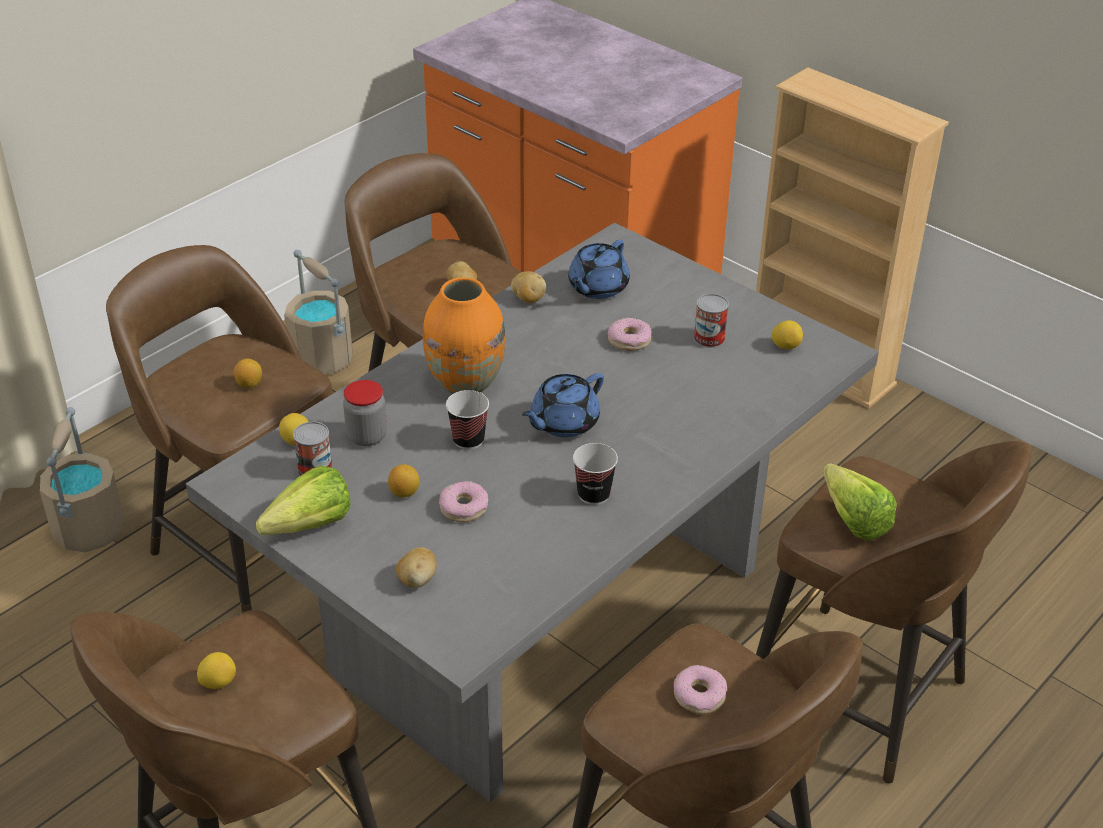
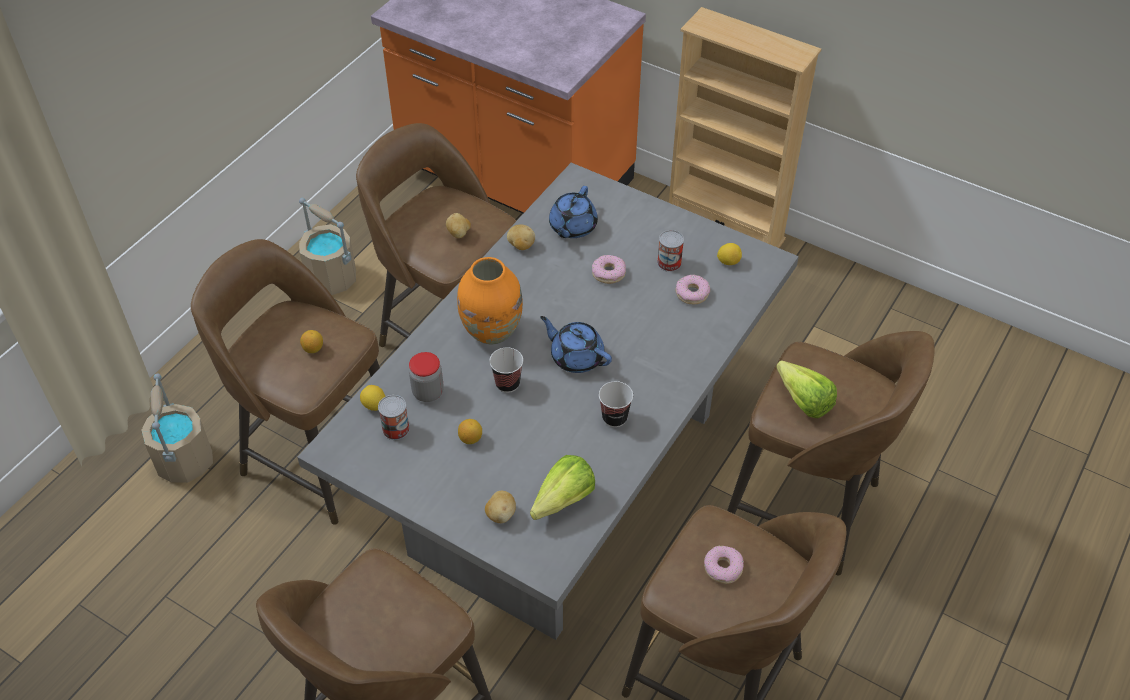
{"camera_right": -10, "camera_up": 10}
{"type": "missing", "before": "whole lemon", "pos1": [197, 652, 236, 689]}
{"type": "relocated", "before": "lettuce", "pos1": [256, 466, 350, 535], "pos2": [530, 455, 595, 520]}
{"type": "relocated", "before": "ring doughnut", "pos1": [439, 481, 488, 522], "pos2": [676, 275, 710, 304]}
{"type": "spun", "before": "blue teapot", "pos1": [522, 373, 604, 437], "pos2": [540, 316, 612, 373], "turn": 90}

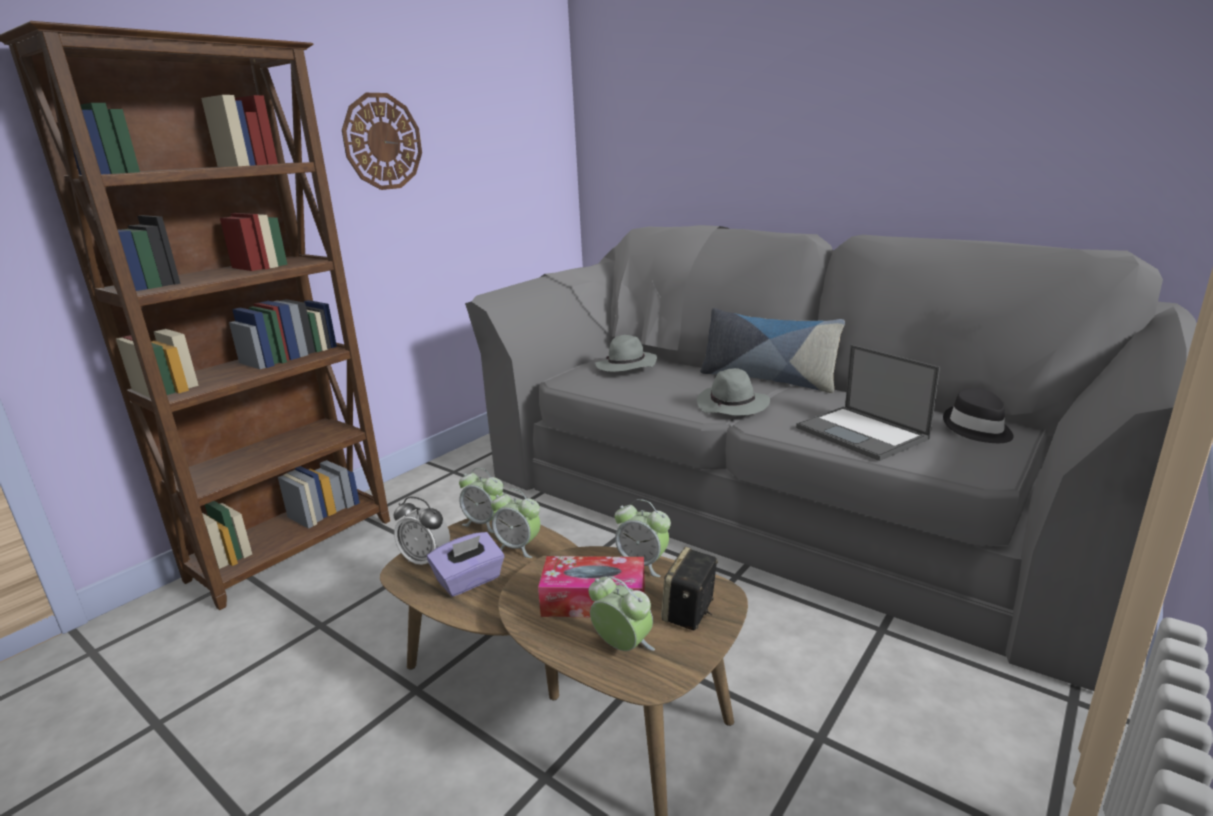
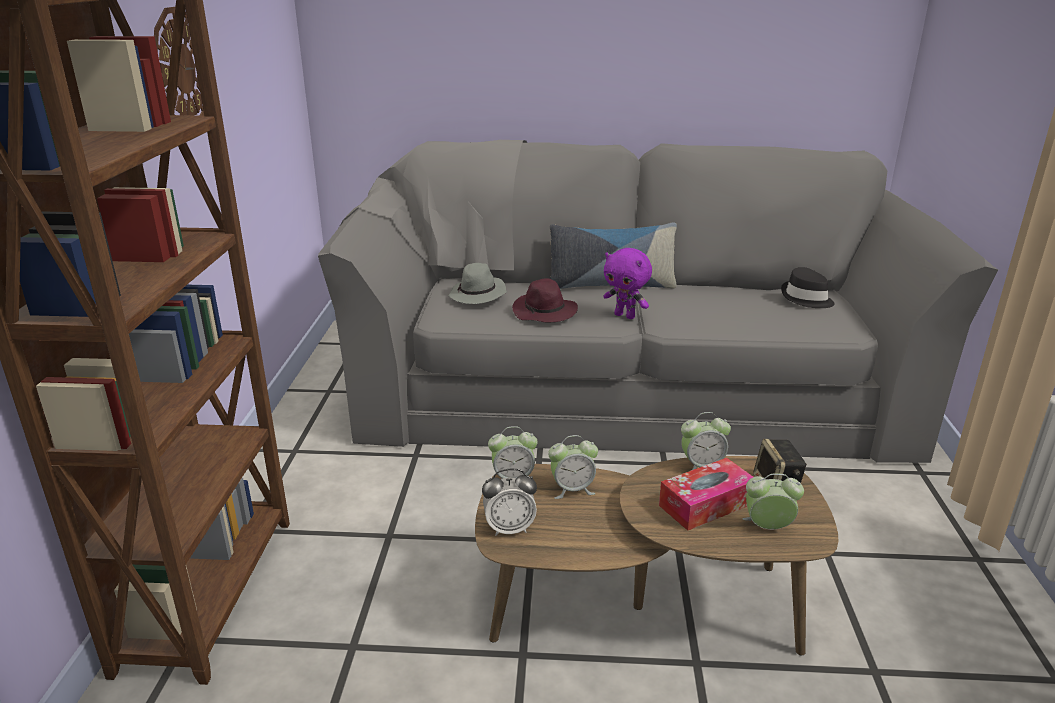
{"camera_right": -35, "camera_up": 5}
{"type": "missing", "before": "purplish box of tissues", "pos1": [427, 532, 504, 597]}
{"type": "missing", "before": "notebook computer", "pos1": [796, 345, 940, 461]}
{"type": "appeared", "after": "purplish clothing hat", "pos2": [512, 278, 578, 322]}
{"type": "exchanged", "before": "greyish clothing hat", "after": "purplish plush toy", "pos1": [697, 368, 770, 416], "pos2": [603, 248, 652, 319]}

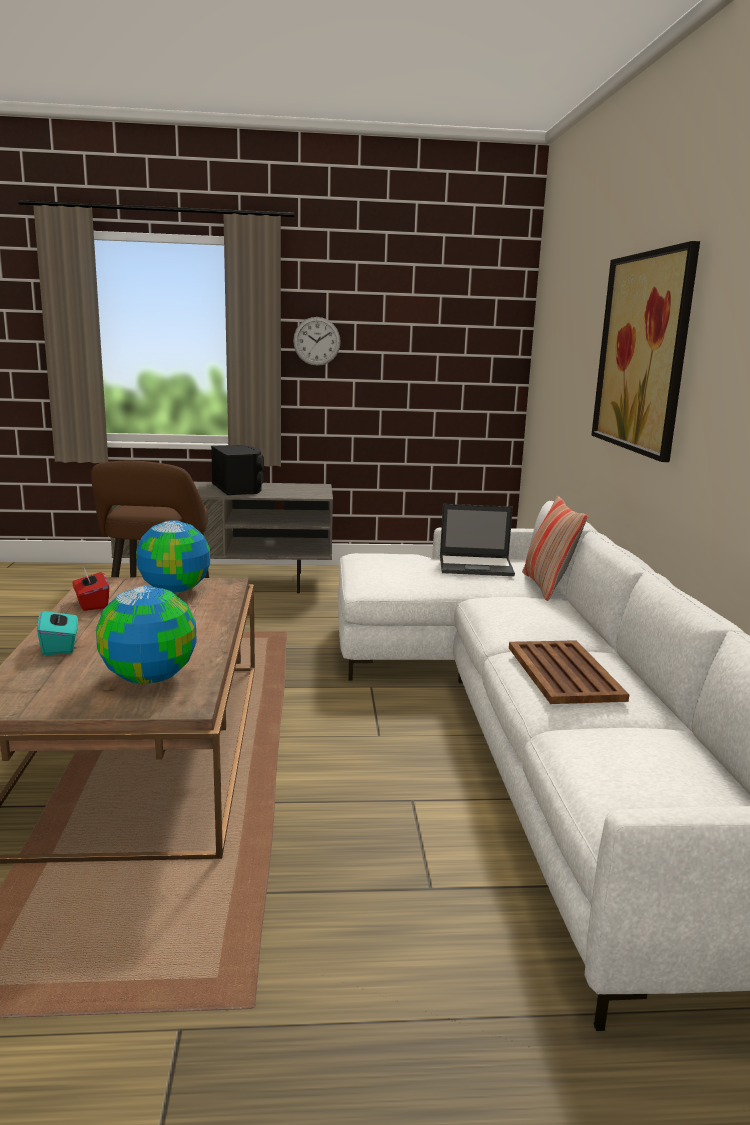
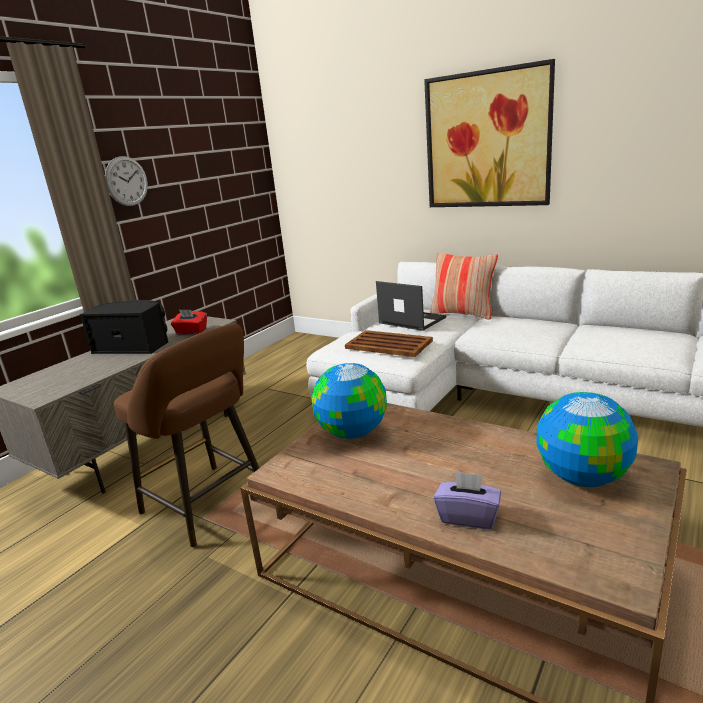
{"camera_right": -50, "camera_up": 5}
{"type": "relocated", "before": "red box of tissues", "pos1": [73, 566, 109, 611], "pos2": [171, 310, 207, 334]}
{"type": "relocated", "before": "brown-coloured carrying tray", "pos1": [509, 640, 630, 704], "pos2": [345, 330, 433, 357]}
{"type": "colour", "before": "turquoise-coloured box of tissues", "after": "purplish box of tissues", "pos1": [37, 604, 78, 655], "pos2": [434, 471, 501, 529]}
{"type": "spun", "before": "notebook computer", "pos1": [440, 504, 515, 576], "pos2": [376, 281, 446, 331], "turn": -90}

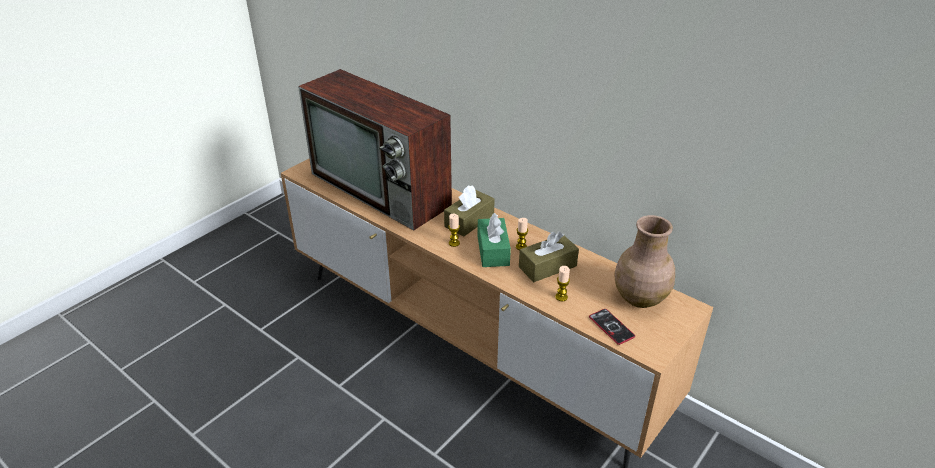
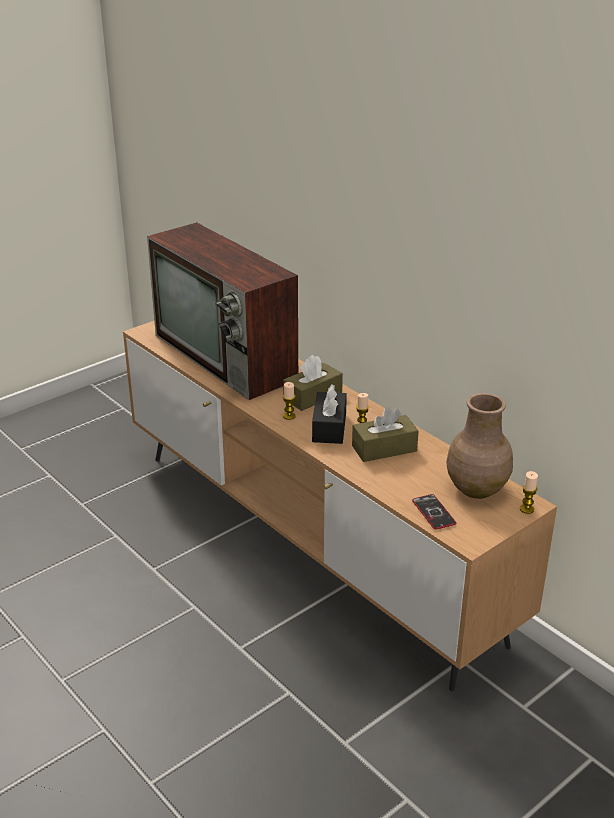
{"camera_right": 10, "camera_up": -5}
{"type": "relocated", "before": "candle", "pos1": [555, 266, 570, 301], "pos2": [520, 471, 538, 514]}
{"type": "colour", "before": "green box of tissues", "after": "black box of tissues", "pos1": [478, 213, 511, 267], "pos2": [312, 385, 347, 444]}

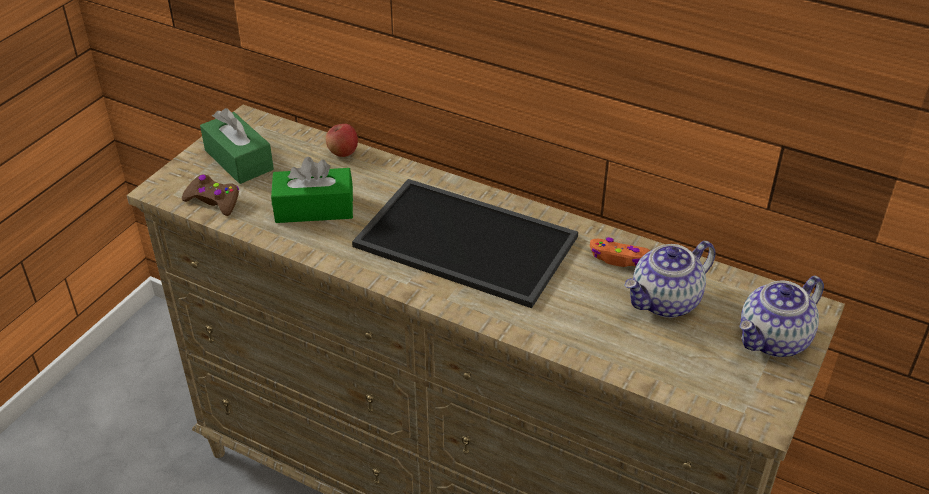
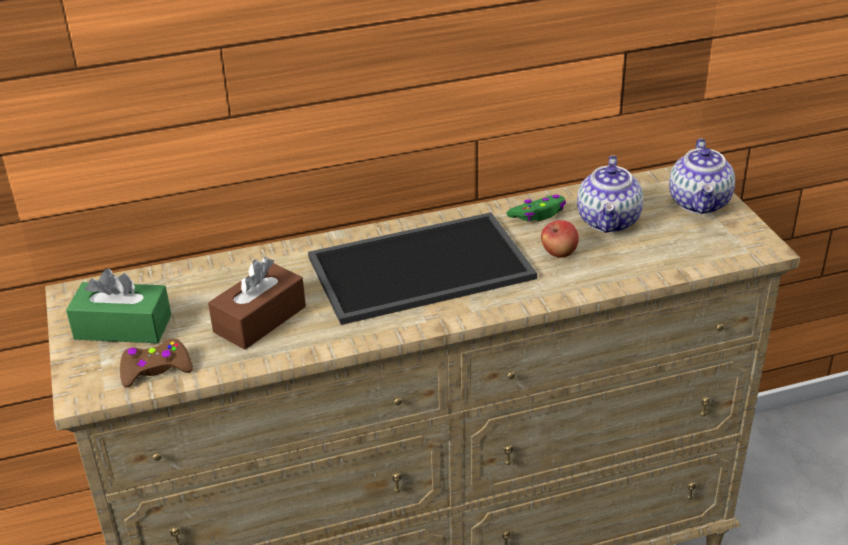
{"camera_right": -45, "camera_up": -5}
{"type": "relocated", "before": "apple fruit", "pos1": [326, 124, 358, 157], "pos2": [541, 220, 579, 258]}
{"type": "colour", "before": "green box of tissues", "after": "brown-coloured box of tissues", "pos1": [271, 157, 353, 223], "pos2": [208, 257, 306, 350]}
{"type": "colour", "before": "orangey gamepad", "after": "green gamepad", "pos1": [590, 237, 651, 267], "pos2": [506, 195, 566, 221]}

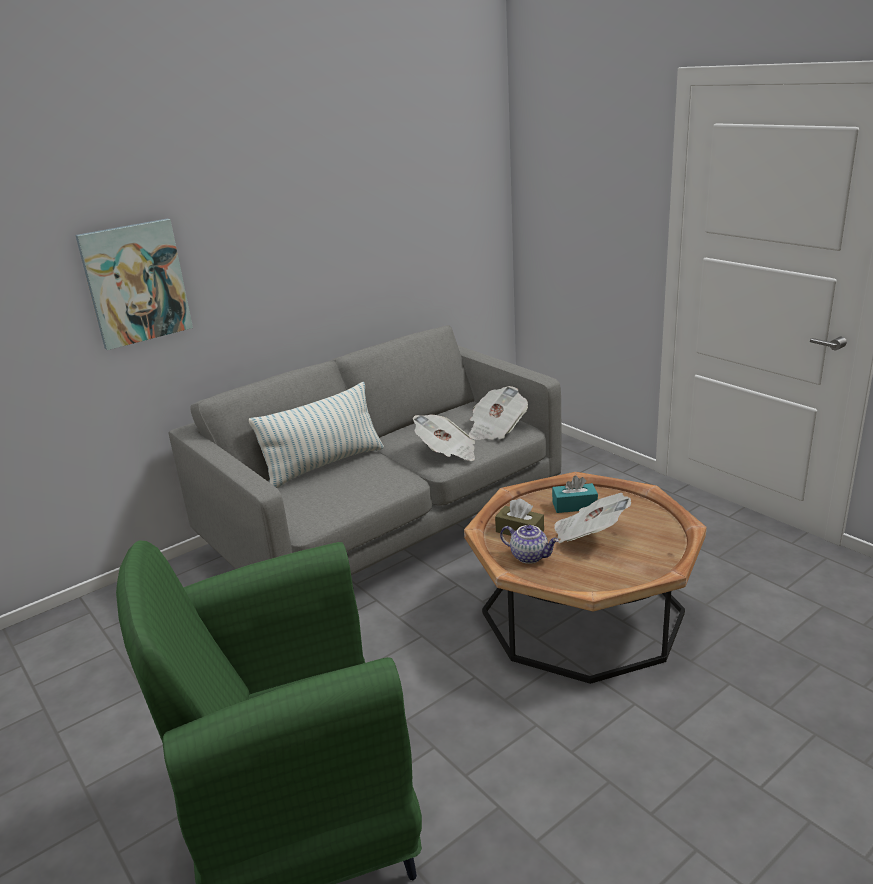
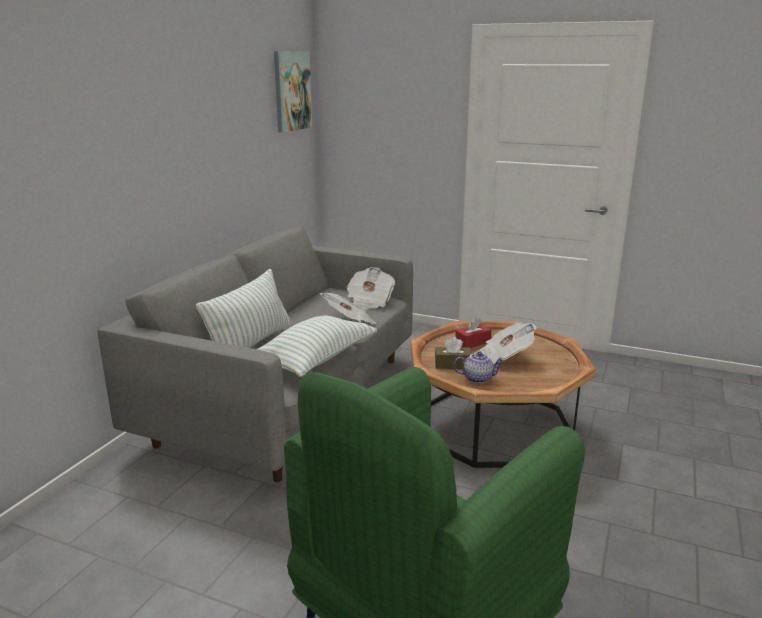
{"camera_right": -30, "camera_up": -5}
{"type": "appeared", "after": "cushion", "pos2": [257, 315, 377, 377]}
{"type": "relocated", "before": "wall picture", "pos1": [75, 218, 193, 350], "pos2": [274, 51, 312, 133]}
{"type": "colour", "before": "turquoise-coloured box of tissues", "after": "red box of tissues", "pos1": [552, 475, 598, 513], "pos2": [455, 318, 491, 348]}

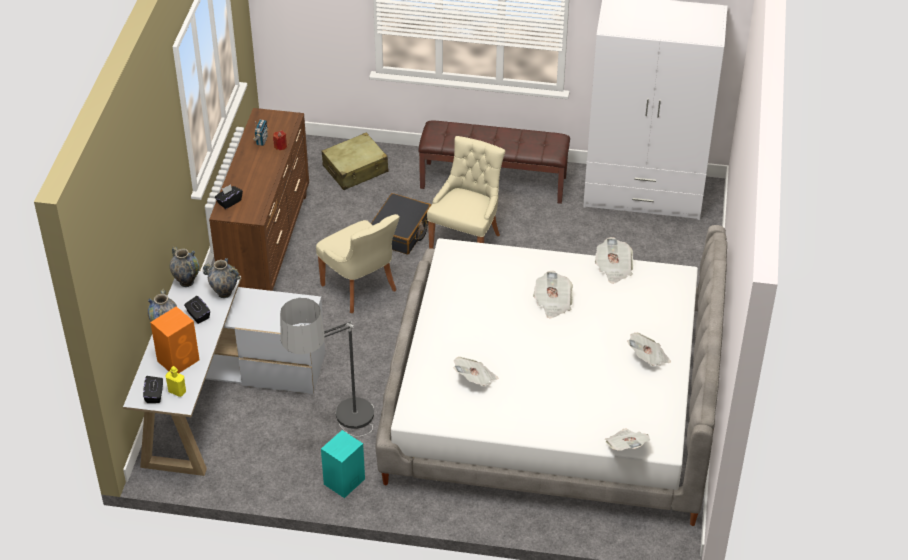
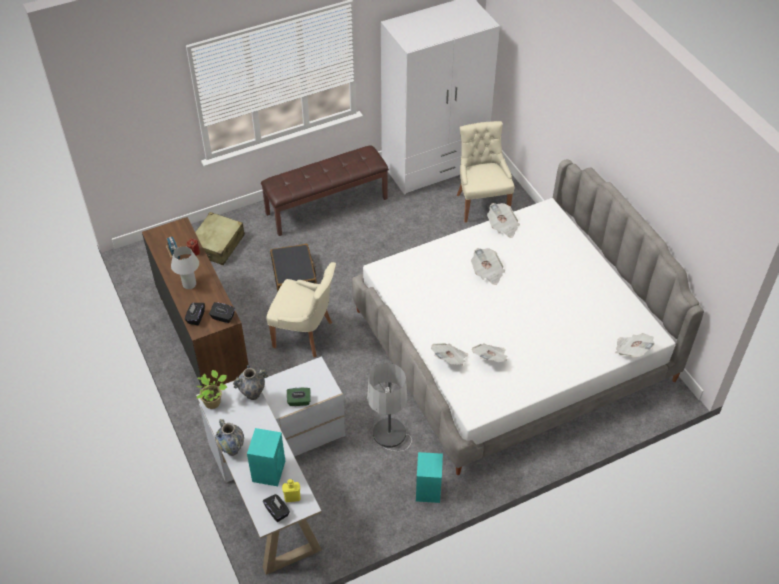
{"camera_right": -35, "camera_up": 5}
{"type": "appeared", "after": "white-coloured table lamp", "pos2": [171, 246, 199, 289]}
{"type": "appeared", "after": "green box of tissues", "pos2": [287, 387, 311, 406]}
{"type": "relocated", "before": "black box of tissues", "pos1": [184, 296, 210, 324], "pos2": [209, 302, 235, 323]}
{"type": "relocated", "before": "beige-coloured plain chair", "pos1": [427, 136, 505, 249], "pos2": [457, 121, 515, 223]}
{"type": "relocated", "before": "newspaper", "pos1": [627, 333, 671, 366], "pos2": [431, 343, 468, 365]}
{"type": "exchanged", "before": "vase", "after": "potted plant", "pos1": [170, 247, 199, 287], "pos2": [196, 370, 227, 409]}
{"type": "colour", "before": "orangey loudspeaker", "after": "turquoise-coloured loudspeaker", "pos1": [150, 307, 200, 373], "pos2": [247, 428, 285, 486]}

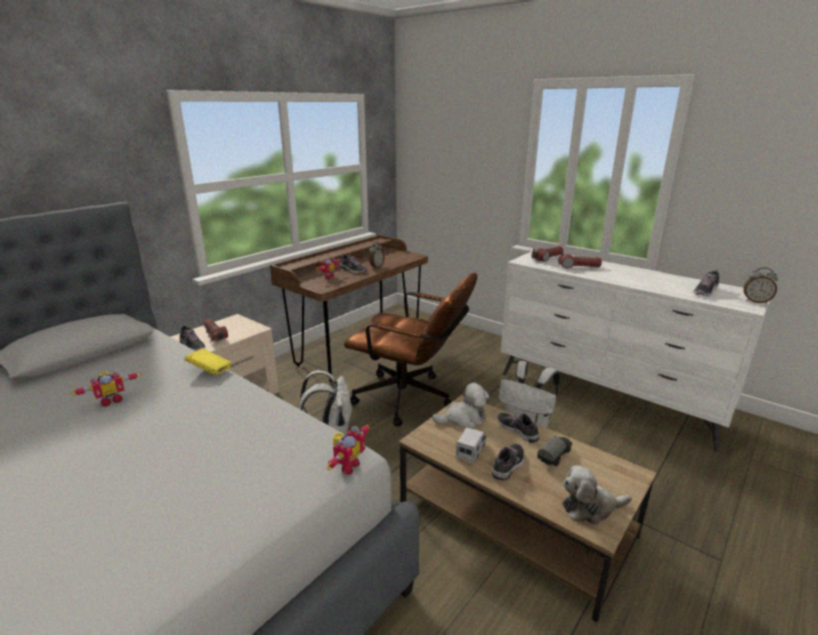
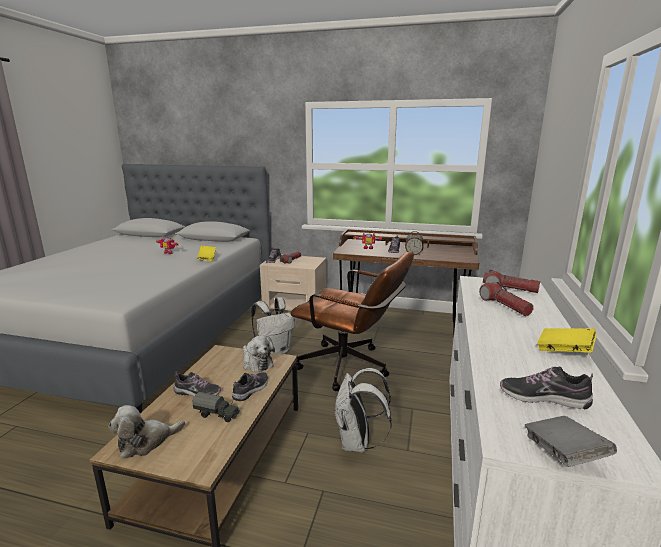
{"camera_right": 65, "camera_up": -5}
{"type": "missing", "before": "robot figure", "pos1": [327, 424, 369, 475]}
{"type": "missing", "before": "toy truck", "pos1": [456, 427, 486, 463]}
{"type": "appeared", "after": "yellow-coloured bound book", "pos2": [537, 328, 597, 353]}
{"type": "exchanged", "before": "alarm clock", "after": "greyish bound book", "pos1": [743, 267, 778, 304], "pos2": [524, 416, 617, 467]}
{"type": "spun", "before": "brown-coloured desk chair", "pos1": [344, 273, 477, 426], "pos2": [290, 252, 414, 391], "turn": -60}
{"type": "spun", "before": "plush toy", "pos1": [563, 465, 632, 525], "pos2": [109, 405, 185, 459], "turn": -90}

